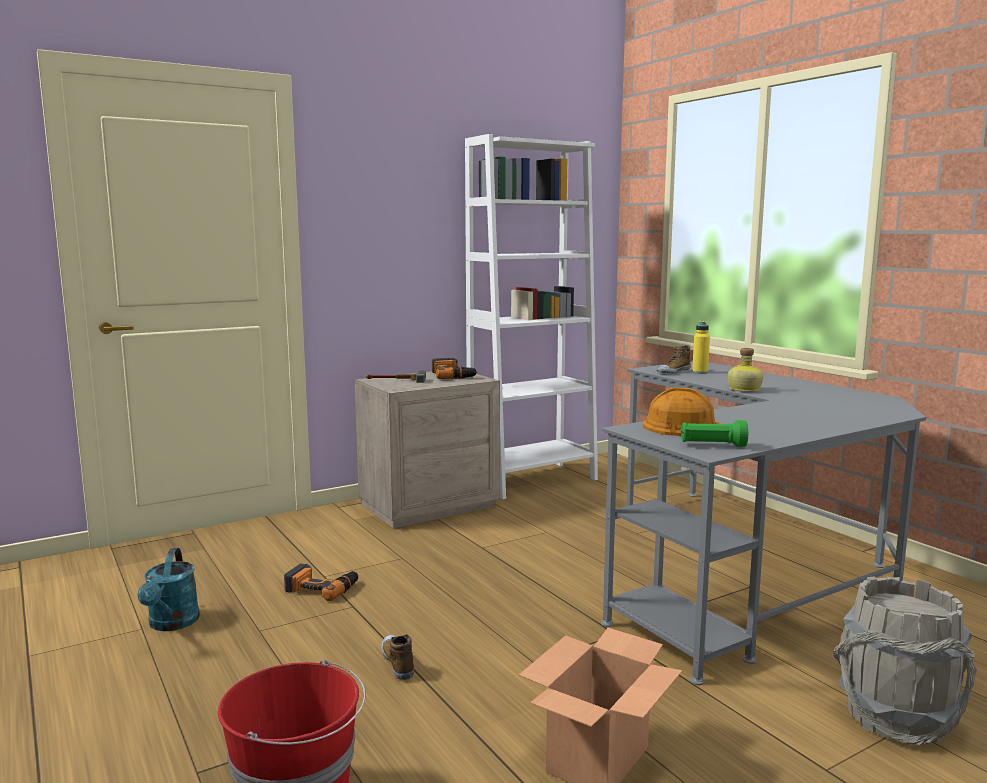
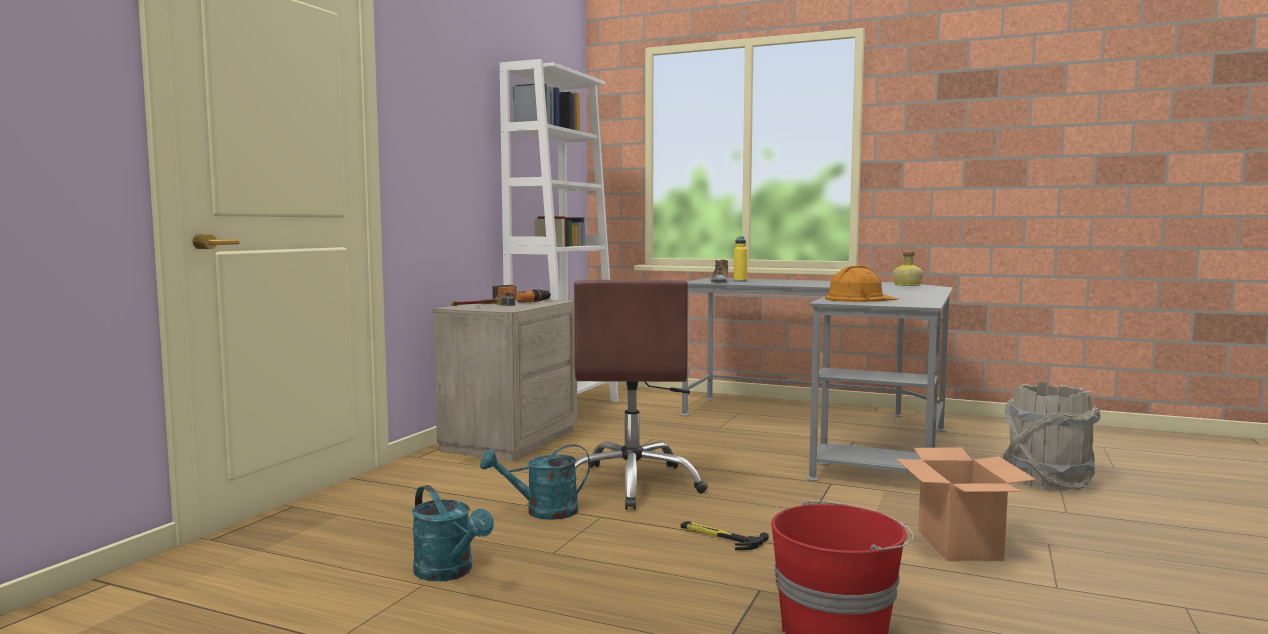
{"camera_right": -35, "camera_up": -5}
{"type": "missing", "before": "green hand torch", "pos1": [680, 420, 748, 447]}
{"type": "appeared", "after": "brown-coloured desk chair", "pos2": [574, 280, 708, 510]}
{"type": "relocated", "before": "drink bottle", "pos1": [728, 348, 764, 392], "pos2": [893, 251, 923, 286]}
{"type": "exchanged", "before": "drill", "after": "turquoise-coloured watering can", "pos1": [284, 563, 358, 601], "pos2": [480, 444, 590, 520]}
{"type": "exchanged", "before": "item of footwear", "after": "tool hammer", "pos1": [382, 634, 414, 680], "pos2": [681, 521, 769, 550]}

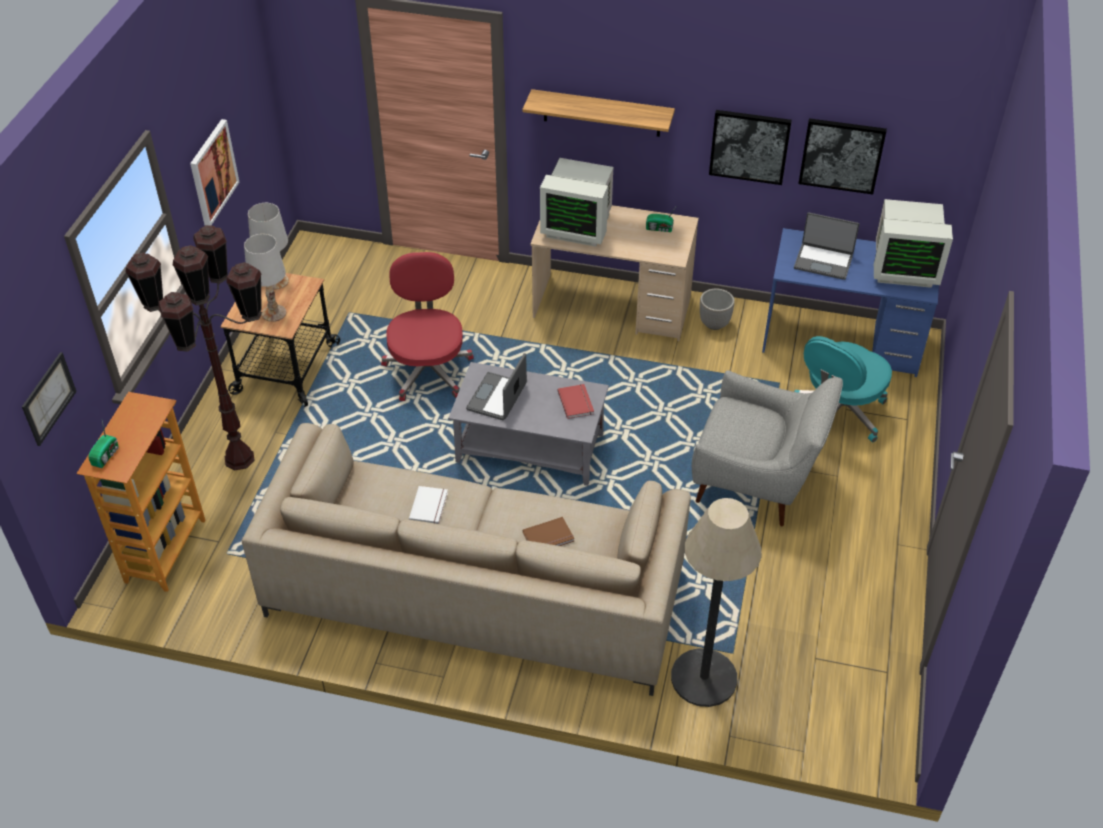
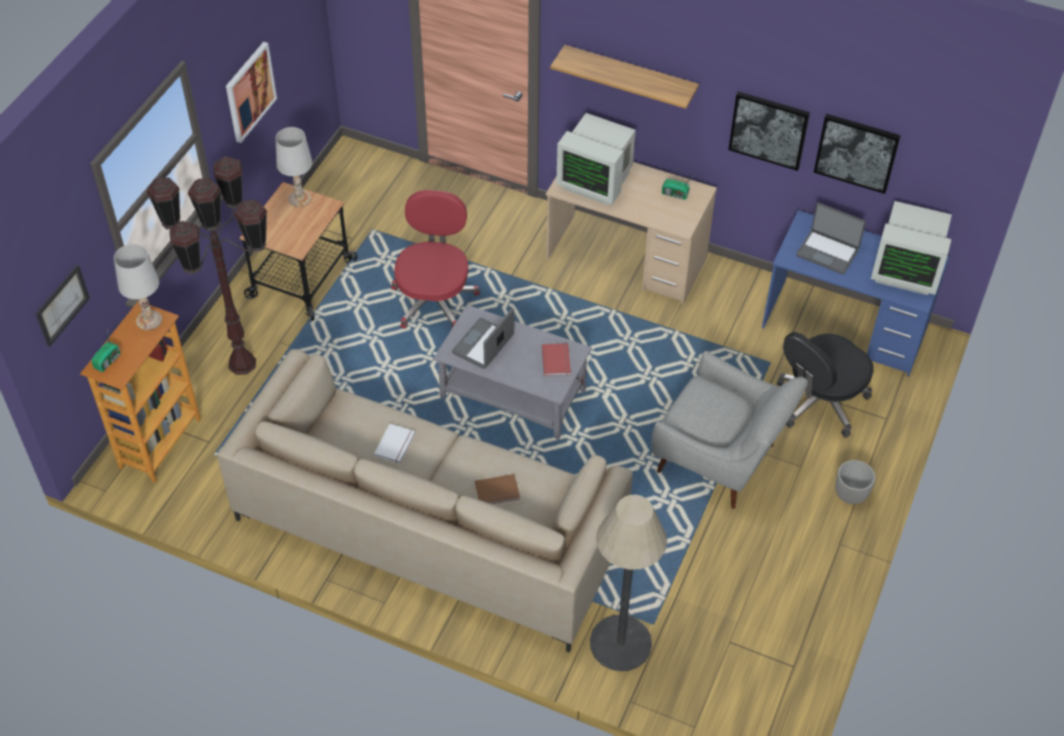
{"camera_right": 10, "camera_up": 5}
{"type": "relocated", "before": "white-coloured table lamp", "pos1": [244, 234, 286, 322], "pos2": [114, 244, 162, 330]}
{"type": "relocated", "before": "plant pot", "pos1": [700, 289, 735, 330], "pos2": [835, 460, 876, 504]}
{"type": "colour", "before": "turquoise-coloured desk chair", "after": "black desk chair", "pos1": [794, 336, 892, 442], "pos2": [777, 332, 874, 438]}

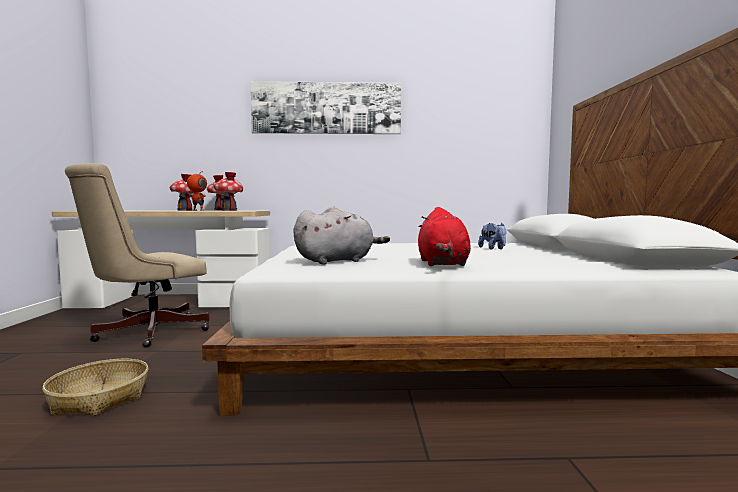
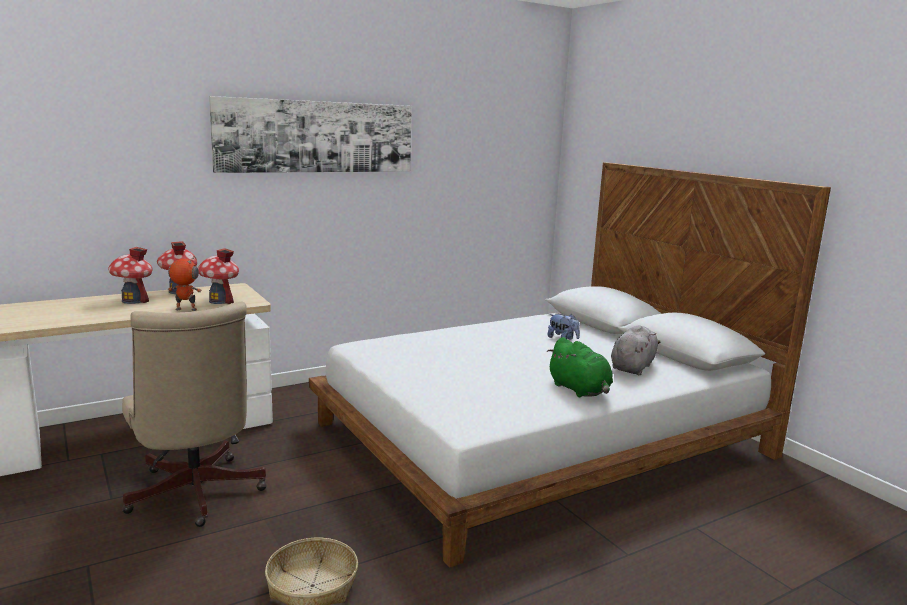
{"camera_right": -30, "camera_up": 10}
{"type": "relocated", "before": "greyish plush toy", "pos1": [293, 206, 390, 264], "pos2": [611, 325, 661, 375]}
{"type": "colour", "before": "red plush toy", "after": "green plush toy", "pos1": [418, 207, 471, 266], "pos2": [547, 337, 613, 397]}
{"type": "spun", "before": "beige-coloured desk chair", "pos1": [65, 163, 210, 348], "pos2": [122, 302, 267, 527], "turn": -45}

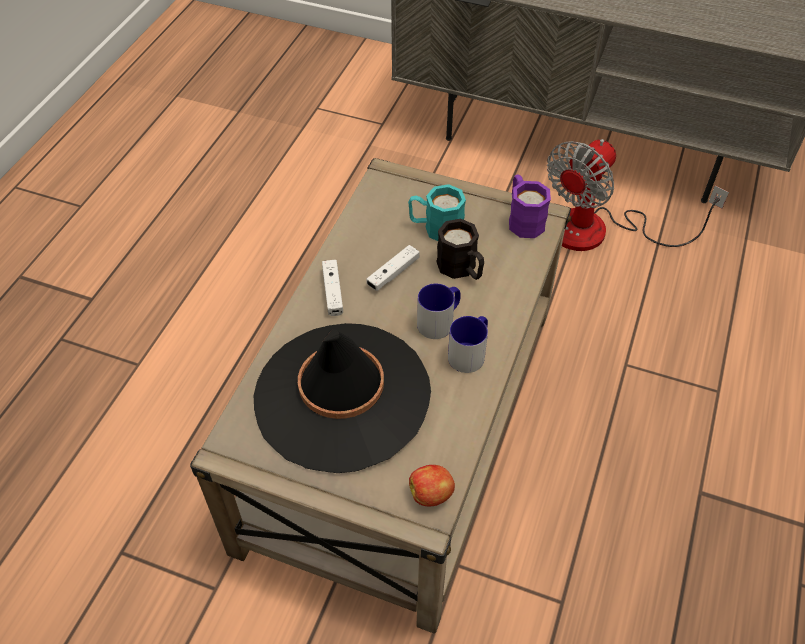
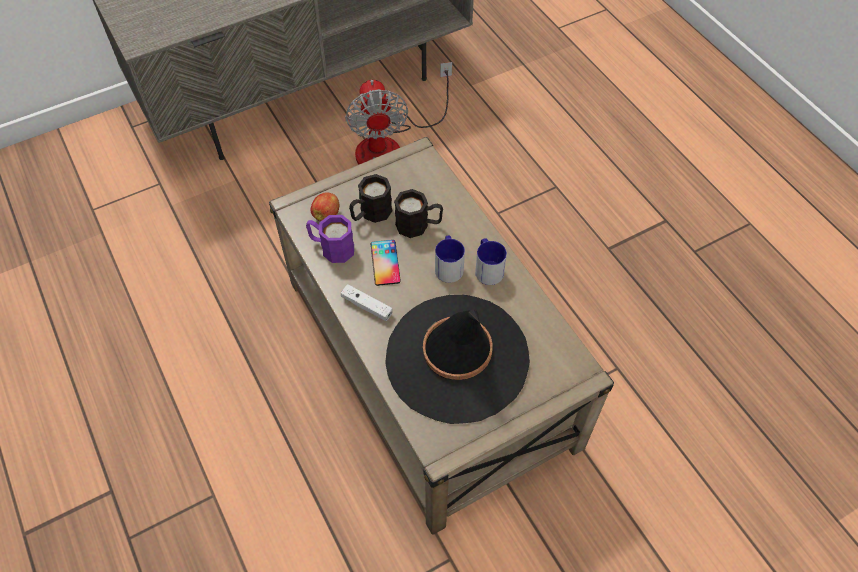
{"camera_right": -50, "camera_up": 5}
{"type": "relocated", "before": "apple fruit", "pos1": [409, 465, 455, 507], "pos2": [311, 193, 339, 221]}
{"type": "relocated", "before": "purplish tea mug", "pos1": [509, 175, 551, 238], "pos2": [306, 215, 354, 263]}
{"type": "exchanged", "before": "white-coloured gamepad", "after": "telephone", "pos1": [366, 245, 420, 291], "pos2": [371, 240, 401, 286]}
{"type": "colour", "before": "turquoise-coloured tea mug", "after": "black tea mug", "pos1": [408, 184, 466, 241], "pos2": [349, 174, 393, 223]}

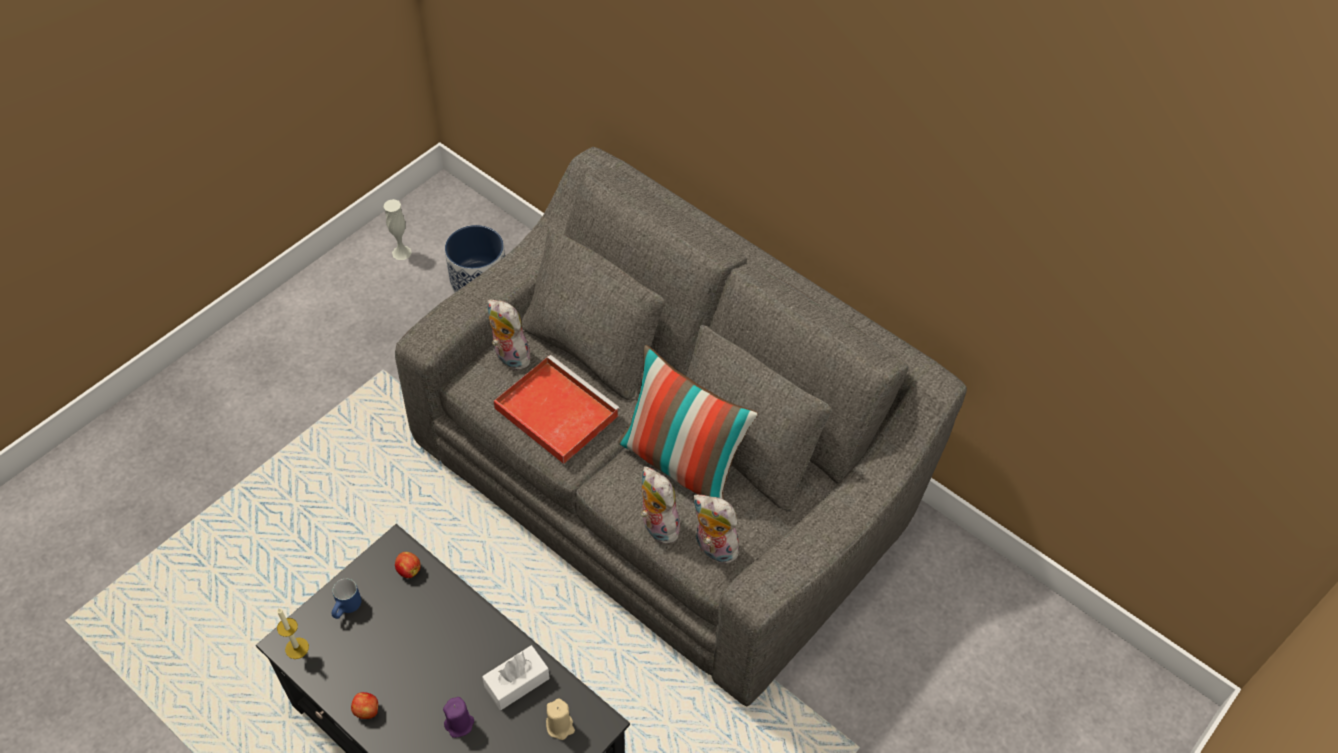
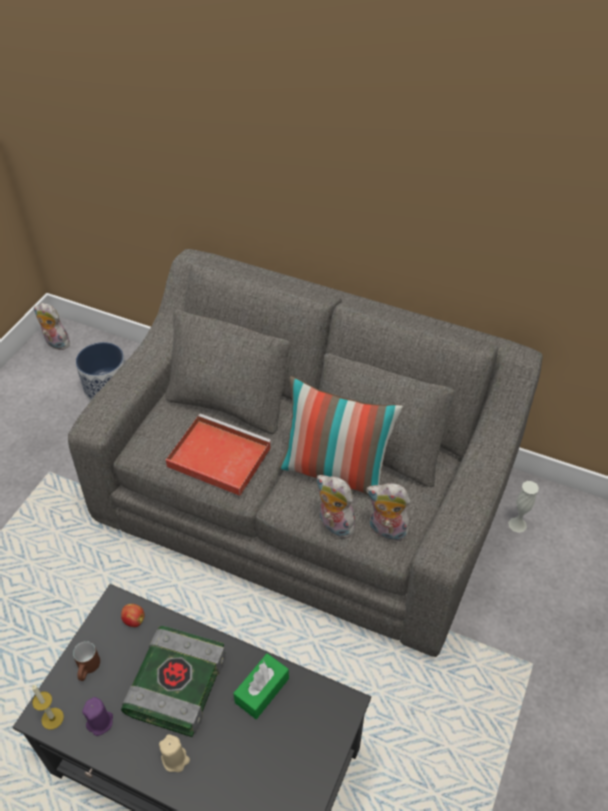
{"camera_right": -15, "camera_up": -5}
{"type": "missing", "before": "apple fruit", "pos1": [351, 692, 378, 719]}
{"type": "appeared", "after": "bound book", "pos2": [121, 626, 226, 737]}
{"type": "relocated", "before": "white-coloured vase", "pos1": [383, 199, 412, 260], "pos2": [508, 481, 539, 533]}
{"type": "relocated", "before": "purplish candle", "pos1": [443, 697, 474, 738], "pos2": [82, 697, 113, 736]}
{"type": "relocated", "before": "plush toy", "pos1": [488, 299, 535, 370], "pos2": [34, 303, 70, 350]}
{"type": "relocated", "before": "beige-coloured candle", "pos1": [546, 698, 575, 740], "pos2": [159, 734, 190, 772]}
{"type": "colour", "before": "blue tea mug", "after": "brown-coloured tea mug", "pos1": [332, 579, 361, 619], "pos2": [73, 641, 100, 681]}
{"type": "colour", "before": "white-coloured box of tissues", "after": "green box of tissues", "pos1": [482, 645, 549, 710], "pos2": [233, 653, 289, 719]}

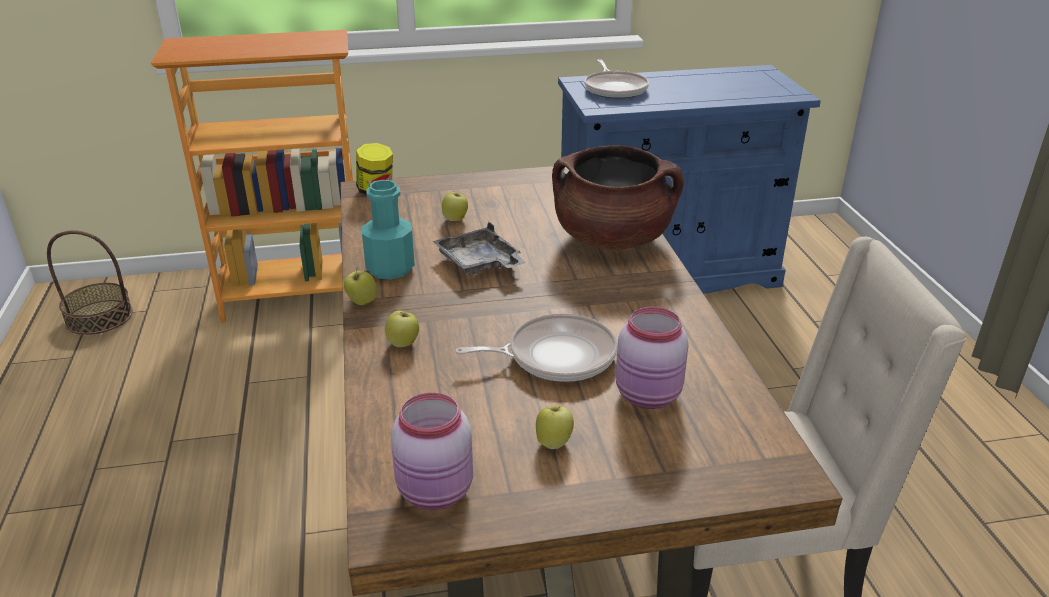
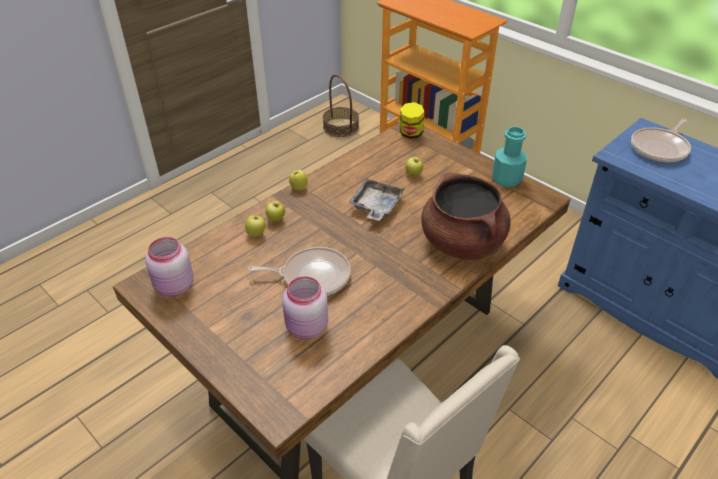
{"camera_right": 55, "camera_up": 10}
{"type": "relocated", "before": "turquoise-coloured drink bottle", "pos1": [362, 180, 415, 280], "pos2": [492, 126, 527, 187]}
{"type": "relocated", "before": "apple fruit", "pos1": [536, 406, 574, 449], "pos2": [245, 215, 266, 237]}
{"type": "spun", "before": "pan", "pos1": [455, 313, 618, 382], "pos2": [248, 247, 351, 296], "turn": -45}

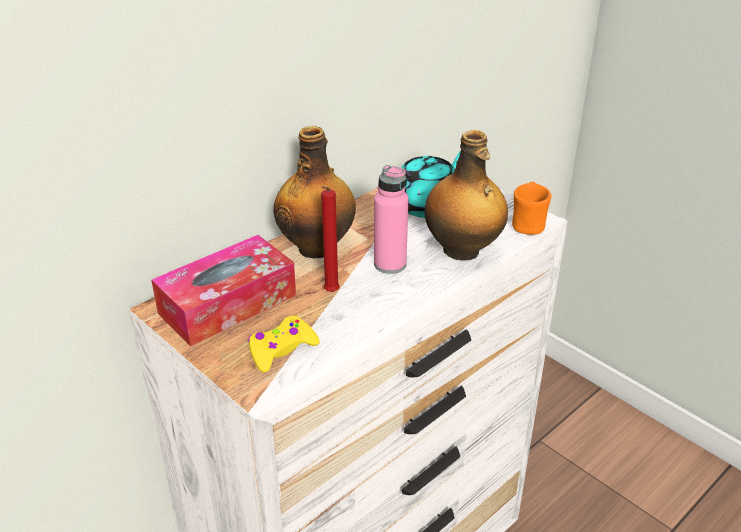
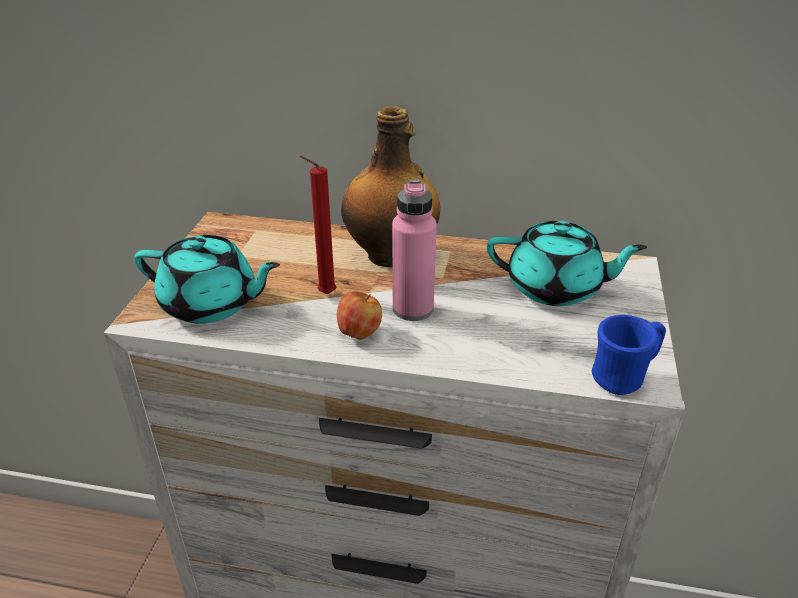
{"camera_right": 55, "camera_up": 0}
{"type": "missing", "before": "box of tissues", "pos1": [151, 235, 296, 347]}
{"type": "missing", "before": "drink bottle", "pos1": [424, 130, 508, 261]}
{"type": "appeared", "after": "apple fruit", "pos2": [337, 291, 382, 340]}
{"type": "exchanged", "before": "yellow-coloured gamepad", "after": "turquoise-coloured teapot", "pos1": [248, 316, 320, 373], "pos2": [134, 235, 280, 323]}
{"type": "colour", "before": "orangey tea mug", "after": "blue tea mug", "pos1": [512, 182, 552, 235], "pos2": [592, 315, 666, 395]}

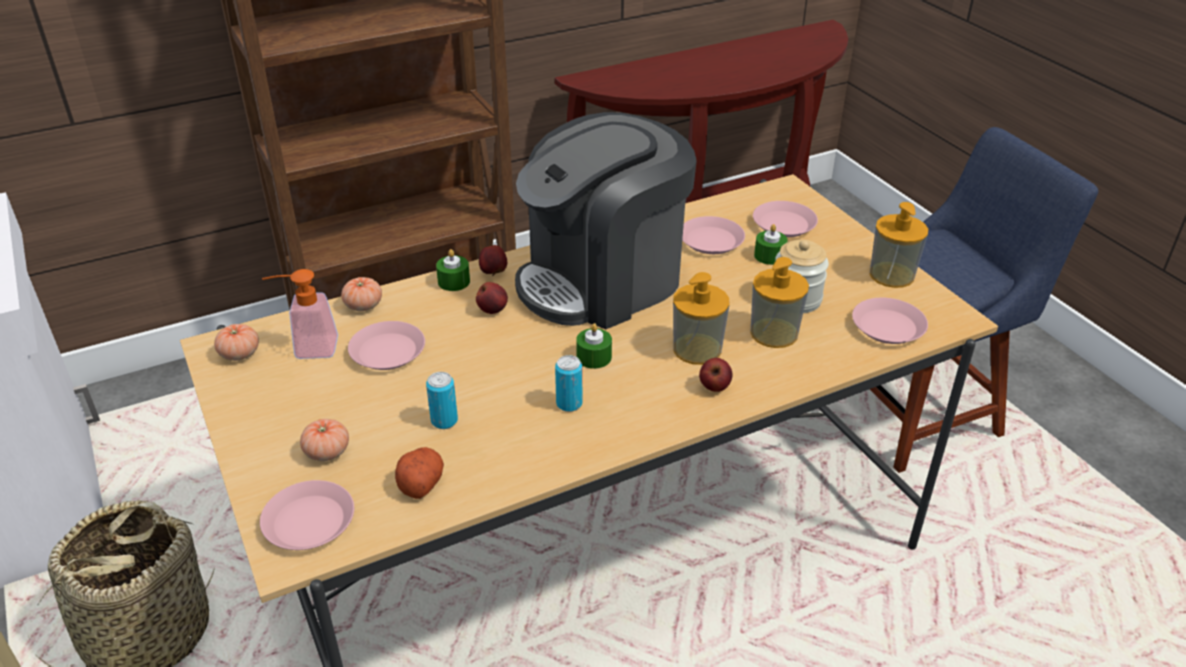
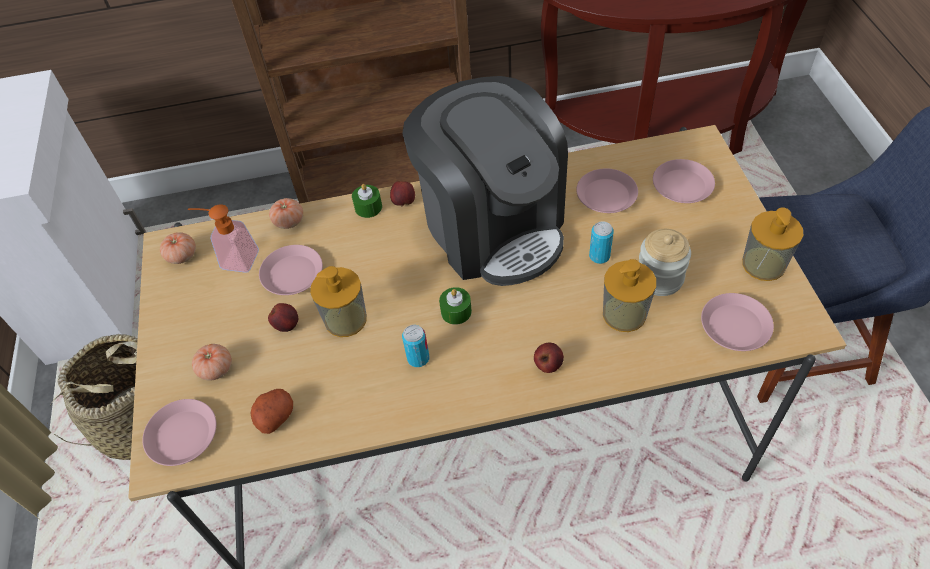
{"camera_right": 20, "camera_up": 15}
{"type": "missing", "before": "green candle", "pos1": [754, 224, 788, 265]}
{"type": "relocated", "before": "metal can", "pos1": [426, 372, 458, 429], "pos2": [589, 221, 614, 264]}
{"type": "relocated", "before": "apple fruit", "pos1": [476, 282, 508, 314], "pos2": [268, 303, 298, 332]}
{"type": "relocated", "before": "soap dispenser", "pos1": [673, 272, 729, 365], "pos2": [310, 266, 367, 337]}
{"type": "spun", "before": "coffee brewer", "pos1": [515, 112, 697, 329], "pos2": [402, 76, 568, 286], "turn": -105}

